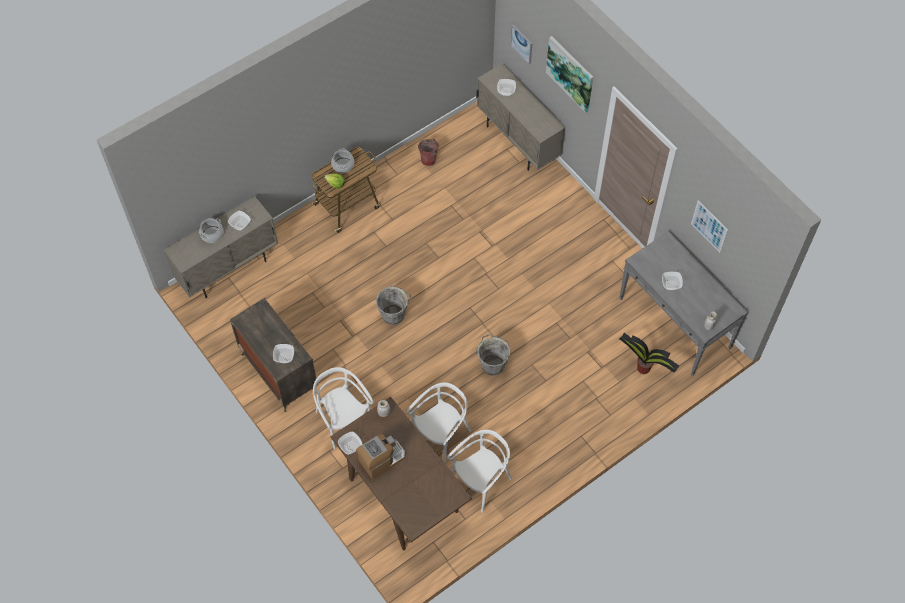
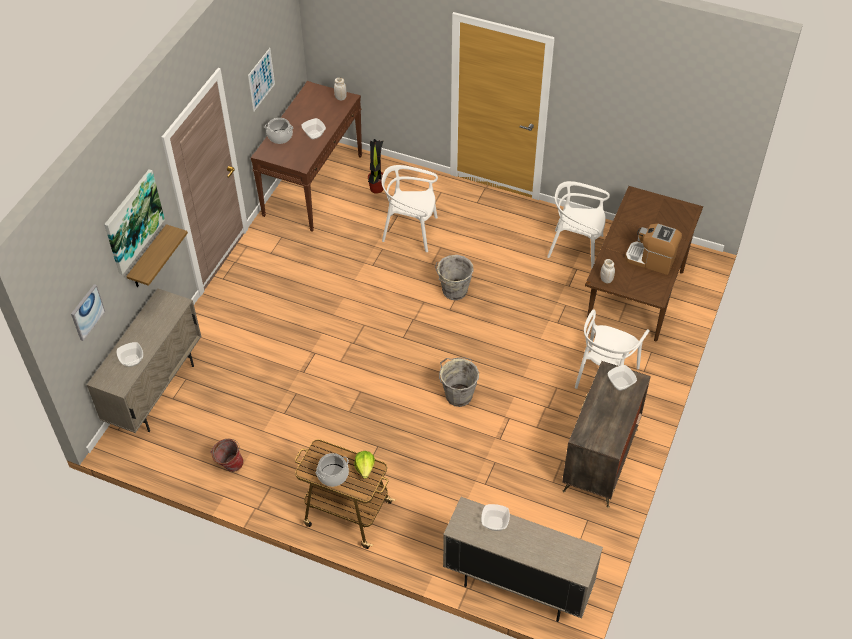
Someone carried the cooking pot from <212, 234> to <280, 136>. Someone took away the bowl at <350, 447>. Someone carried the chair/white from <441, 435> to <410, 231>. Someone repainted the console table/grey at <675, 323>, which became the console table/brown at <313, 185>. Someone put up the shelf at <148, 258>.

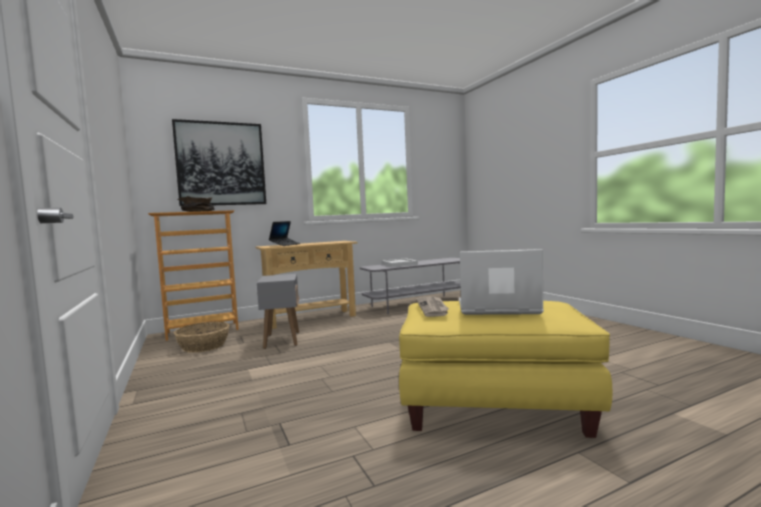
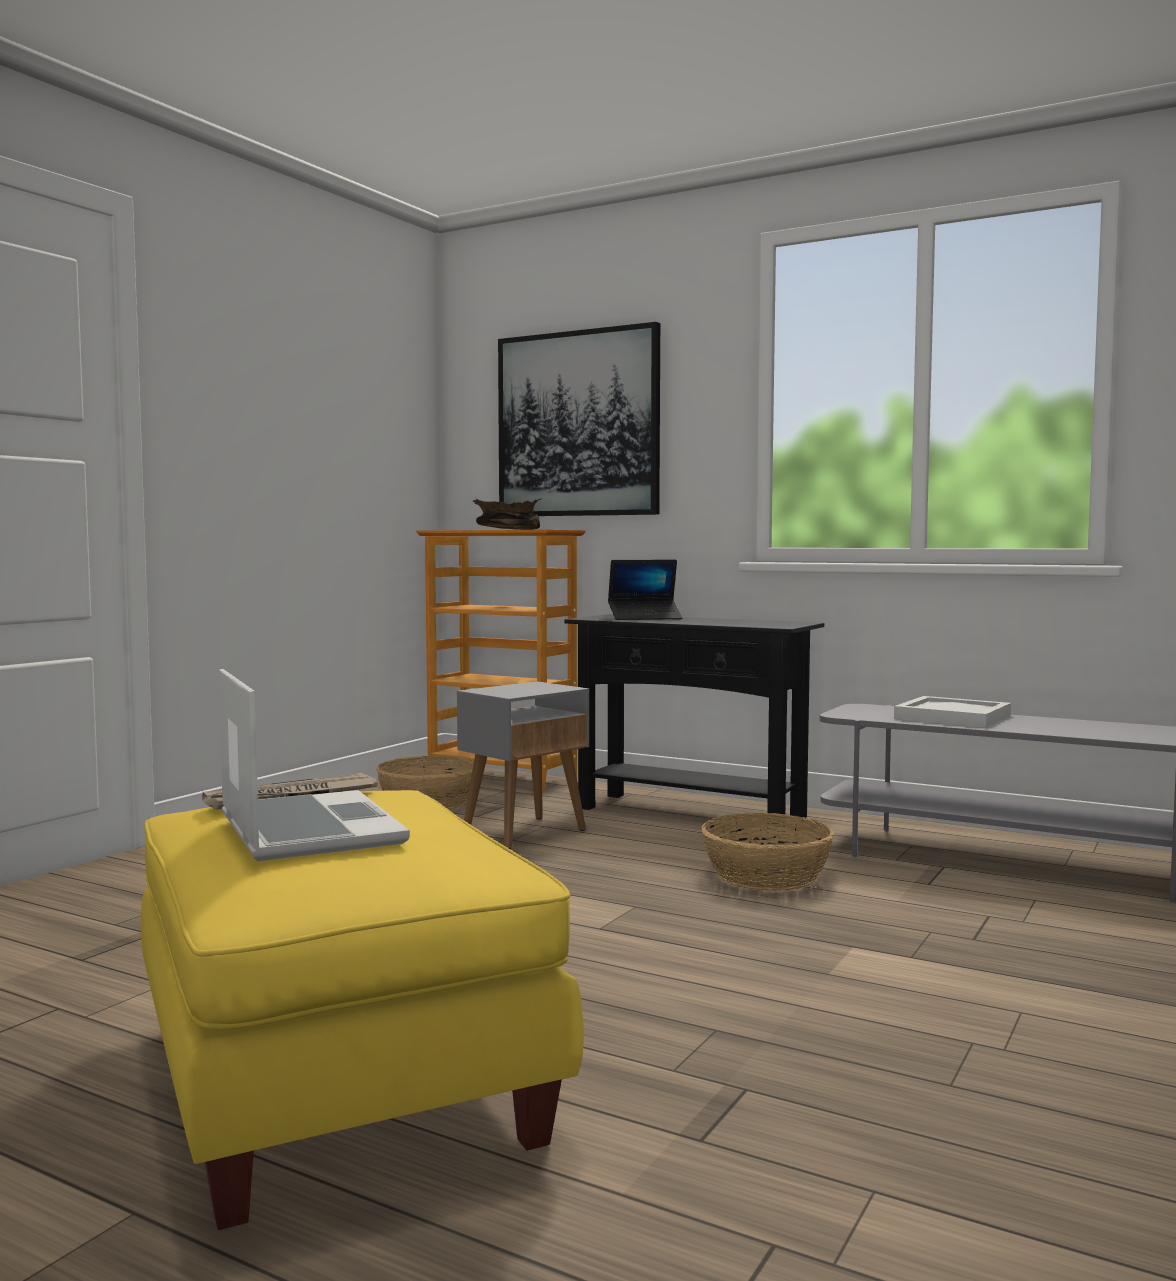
Someone repainted the console table/beige at <311, 319>, which became the console table/black at <690, 813>. Someone put down the basket at <767, 875>.

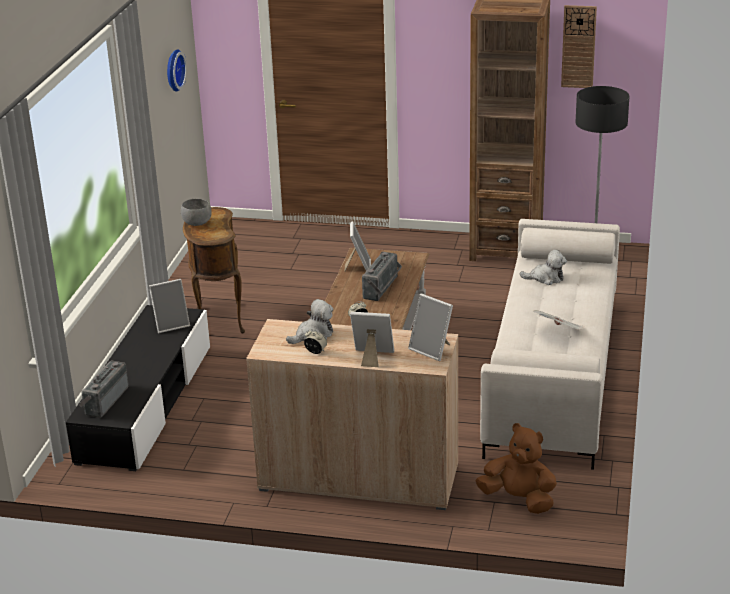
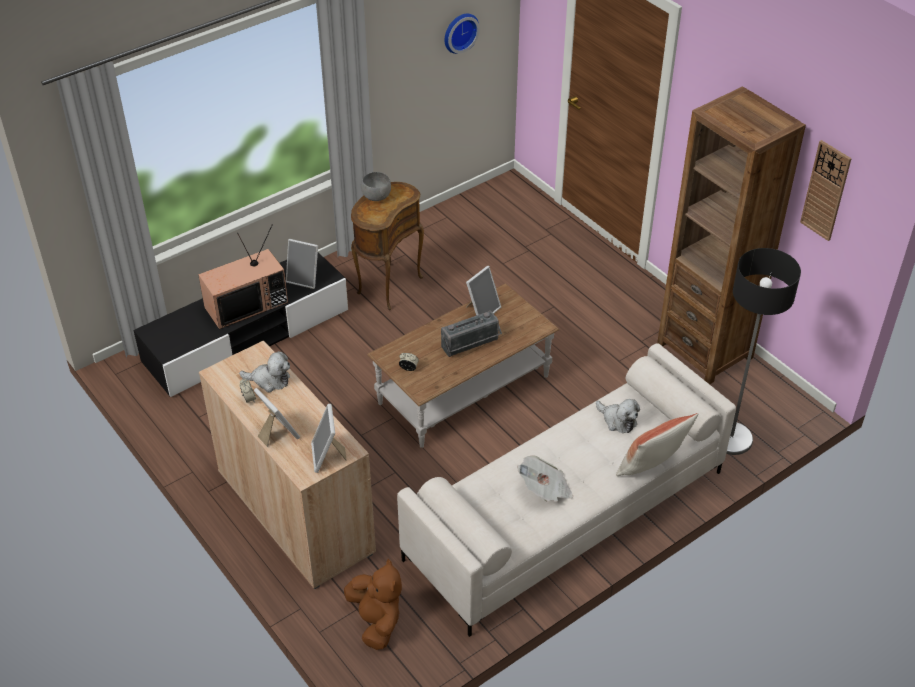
Someone took away the radio at <104, 400>. Someone put down the television at <246, 304>. Someone put down the pillow at <651, 467>.

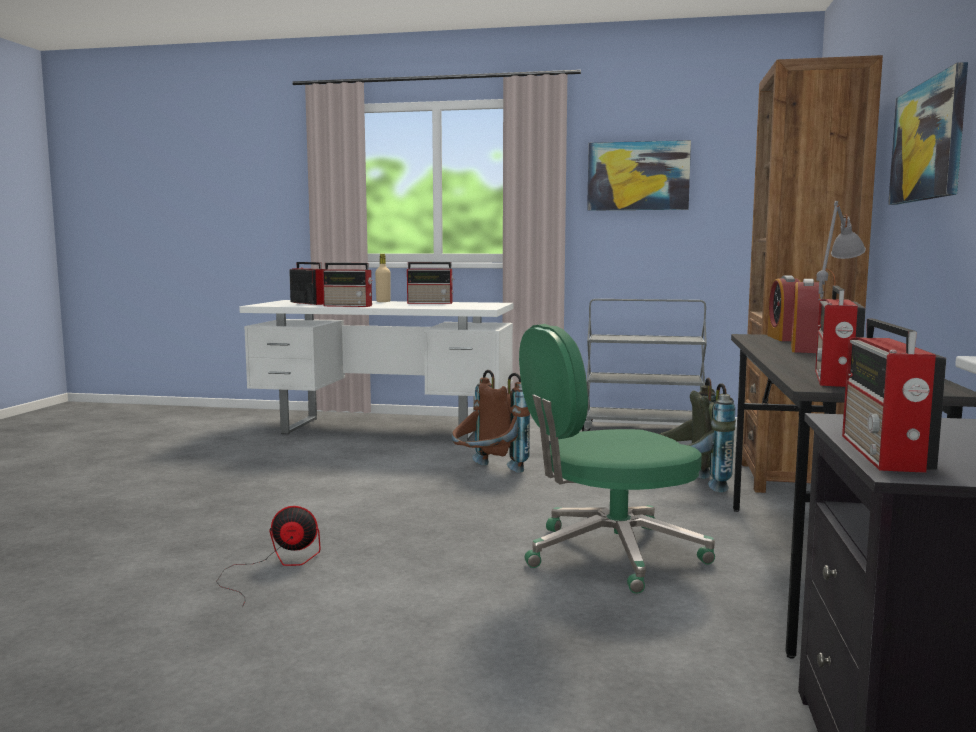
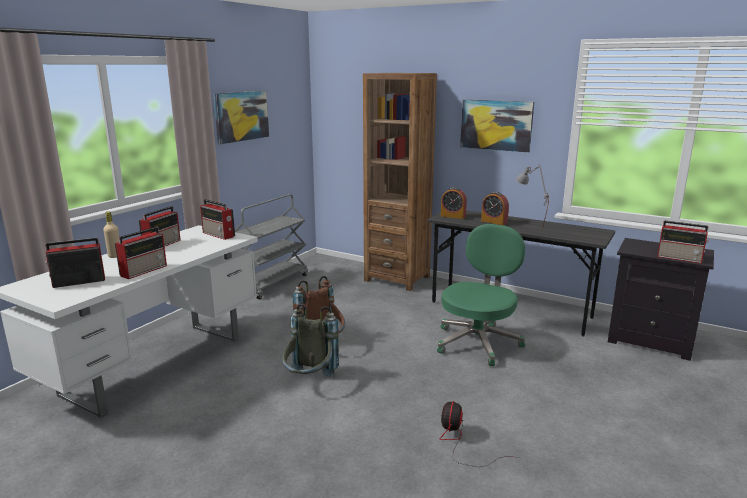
Someone rotated the office chair/green at <610, 554> by 150 degrees counterclockwise. Someone carried the backpack/grey from <687, 485> to <310, 382>. Someone carried the radio from <834, 379> to <219, 235>.

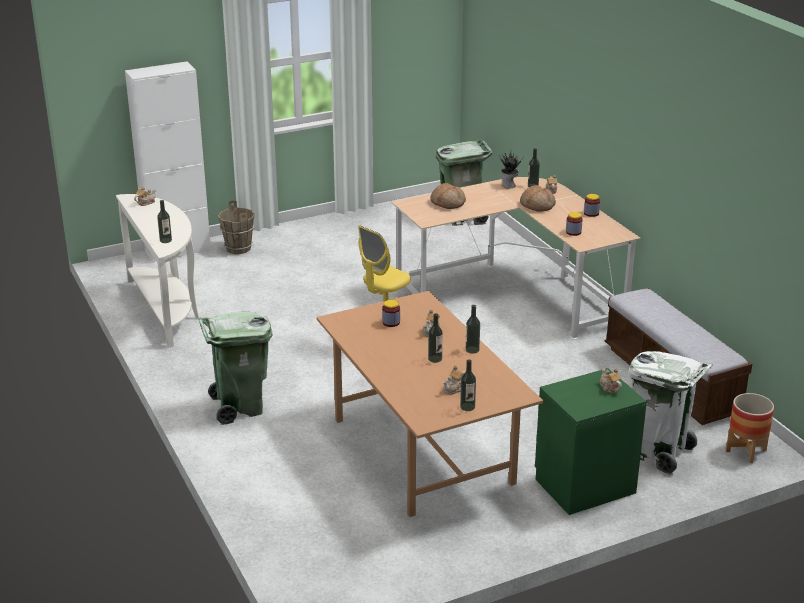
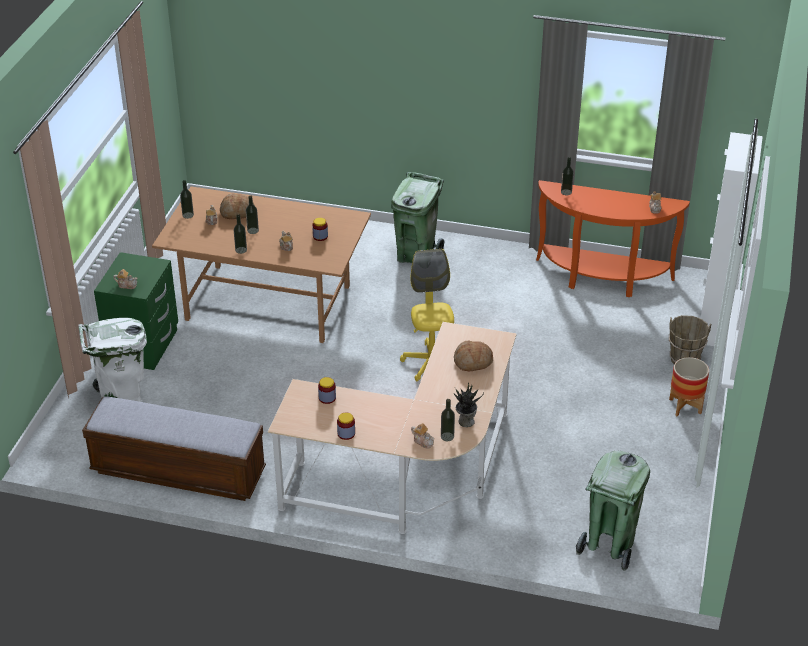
Someone repainted the console table/white at <167, 309>, which became the console table/orange at <602, 279>. Someone carried the bread from <537, 205> to <237, 212>. Someone carried the planter from <746, 451> to <685, 406>.

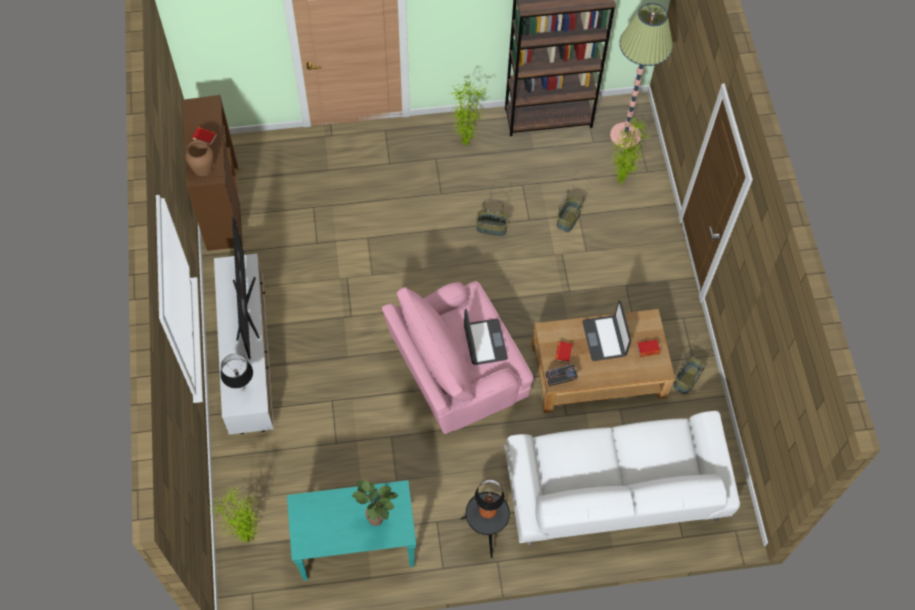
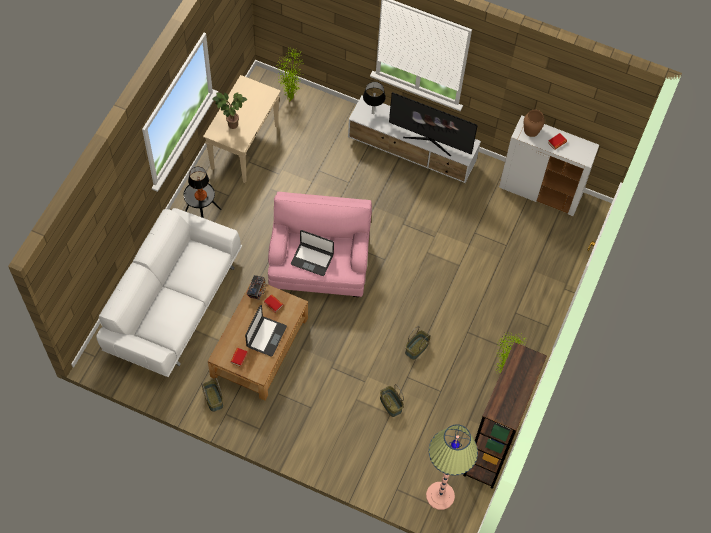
Someone repainted the cabinet/brown at <222, 207>, which became the cabinet/white at <540, 191>. Someone repainted the console table/turquoise at <355, 547>, which became the console table/beige at <245, 147>. Someone rotated the laptop at <605, 338> by 90 degrees clockwise. Someone took away the potted plant at <622, 182>.

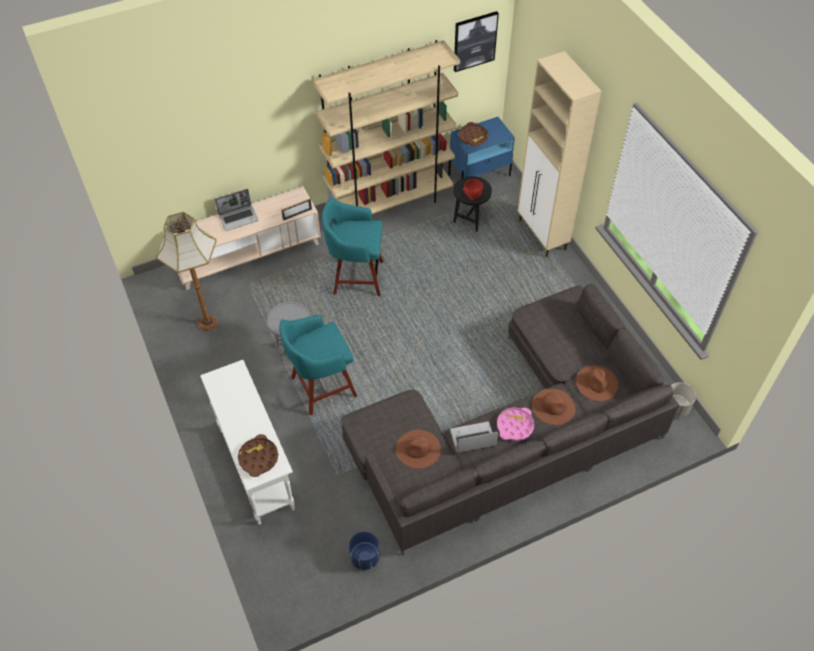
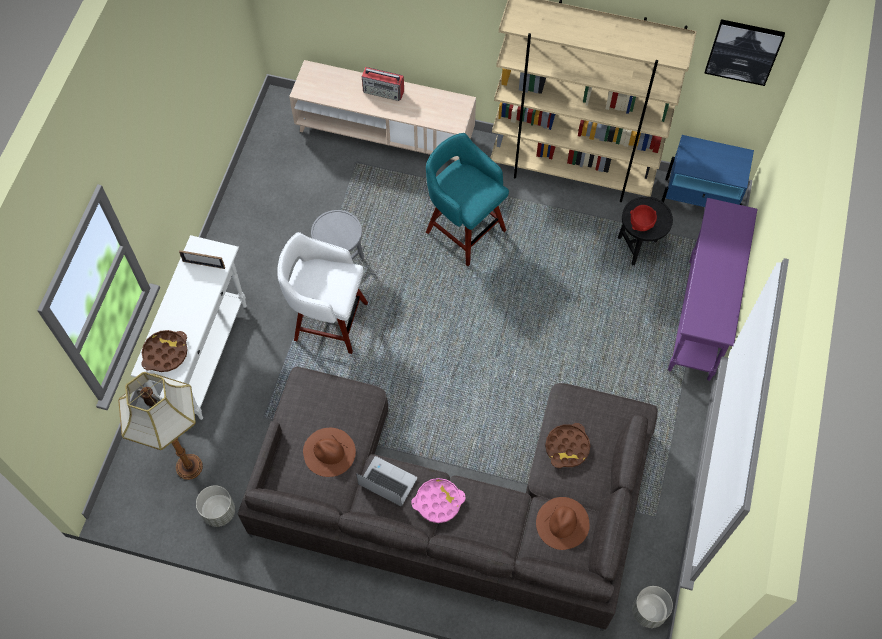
Someone carried the floor lamp from <208, 323> to <189, 468>. Someone swapped the laptop at <239, 218> for the radio at <384, 91>. Someone repainted the stool/turquoise at <321, 387>, which became the stool/white at <328, 320>. Someone carried the picture frame from <297, 214> to <204, 264>. Someone repainted the planter/blue at <364, 557>, which became the planter/grey at <218, 512>. Someone carried the tray/brown from <473, 137> to <567, 447>. Someone swapped the cabinet/beige at <542, 235> for the console table/purple at <699, 319>. Someone took away the hat/brown at <553, 406>.

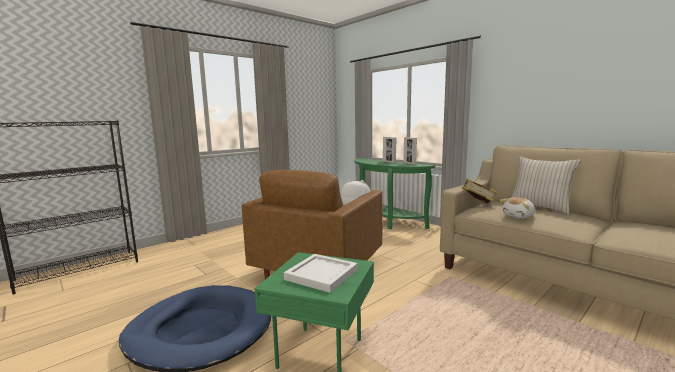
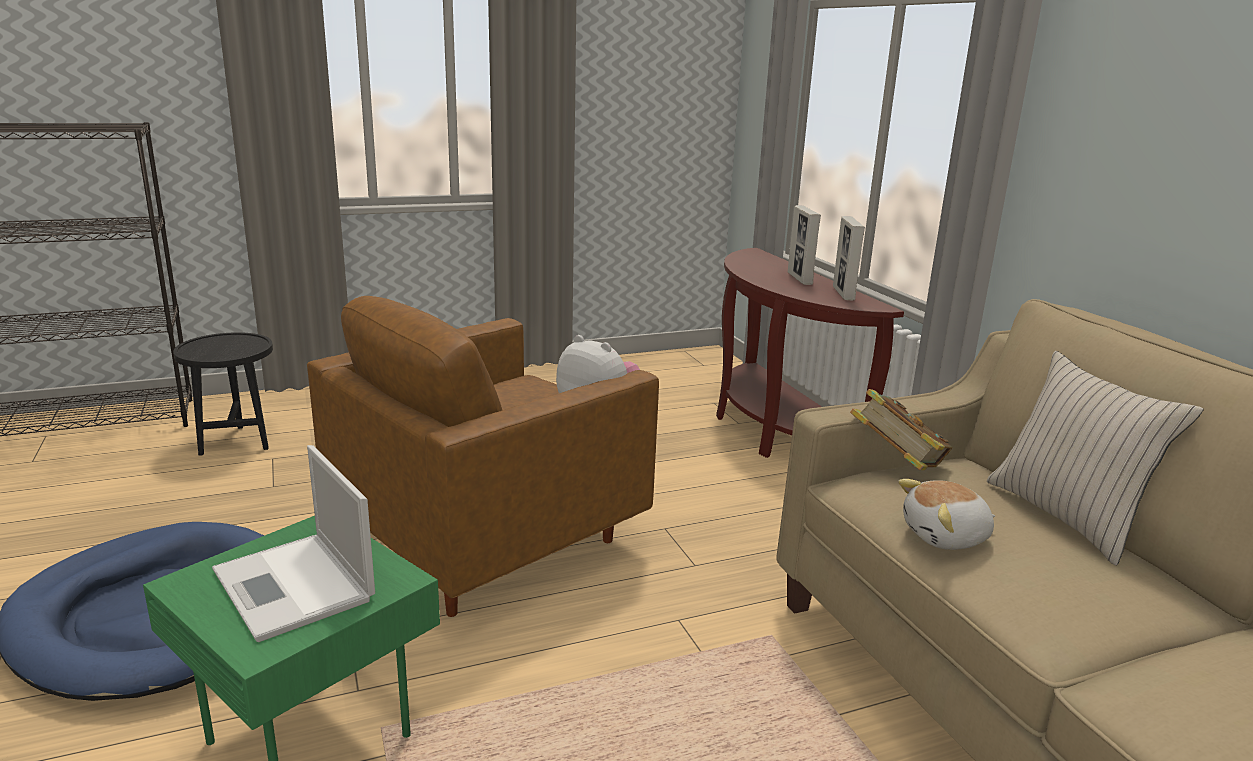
Someone swapped the tray/white at <323, 274> for the laptop at <295, 587>. Someone repainted the console table/green at <385, 221>, which became the console table/brown at <774, 430>. Someone put down the side table/black at <237, 440>.

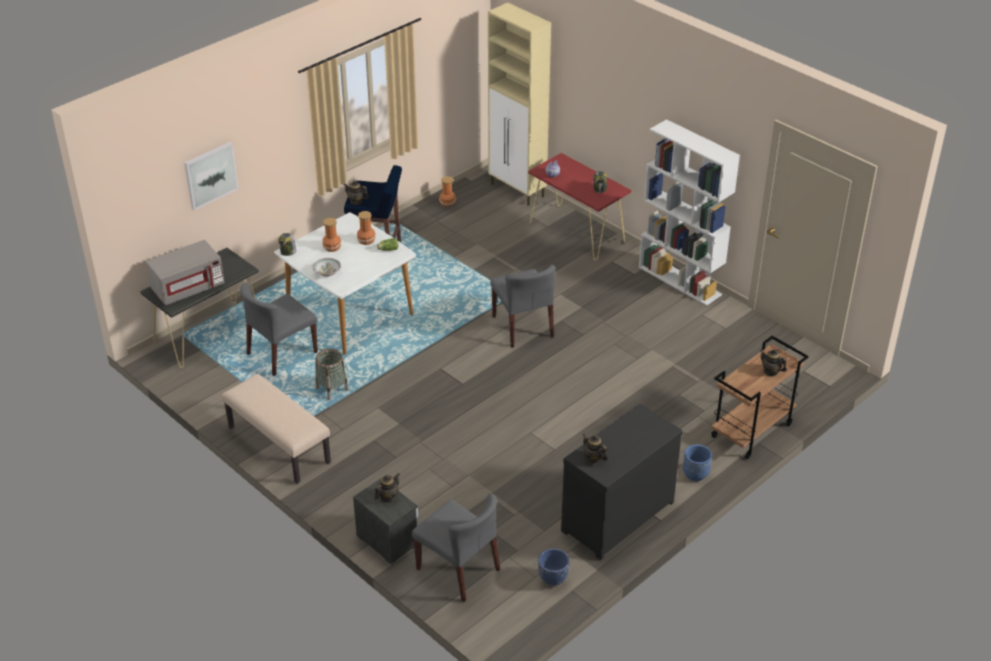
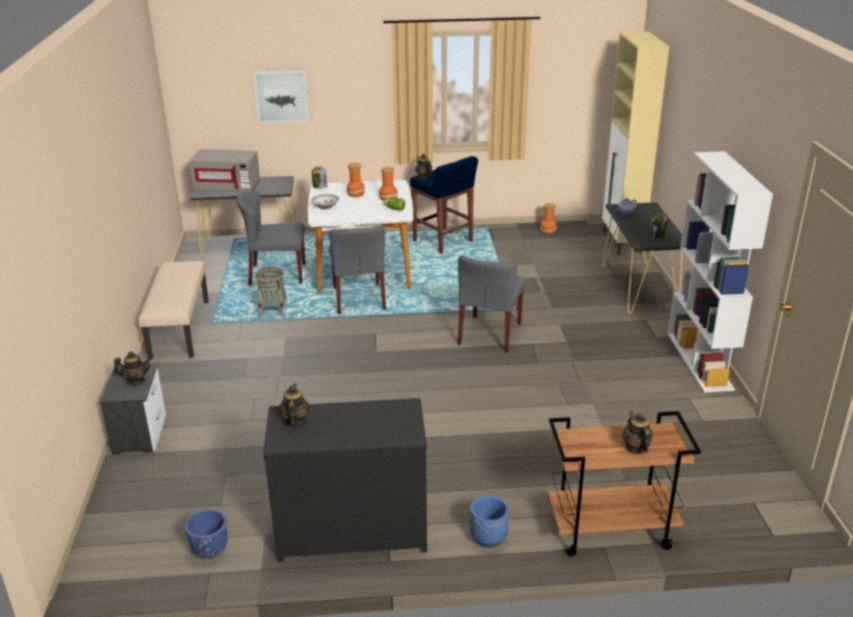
Someone carried the chair/grey from <458, 569> to <359, 299>. Someone repainted the console table/red at <577, 232>, which became the console table/black at <638, 288>.

